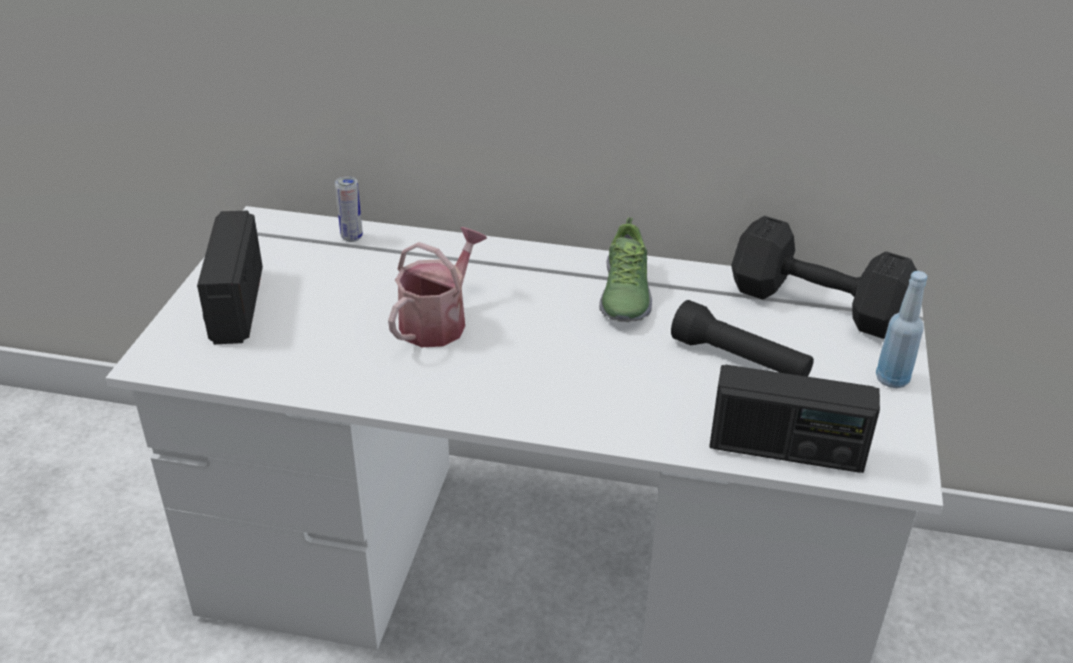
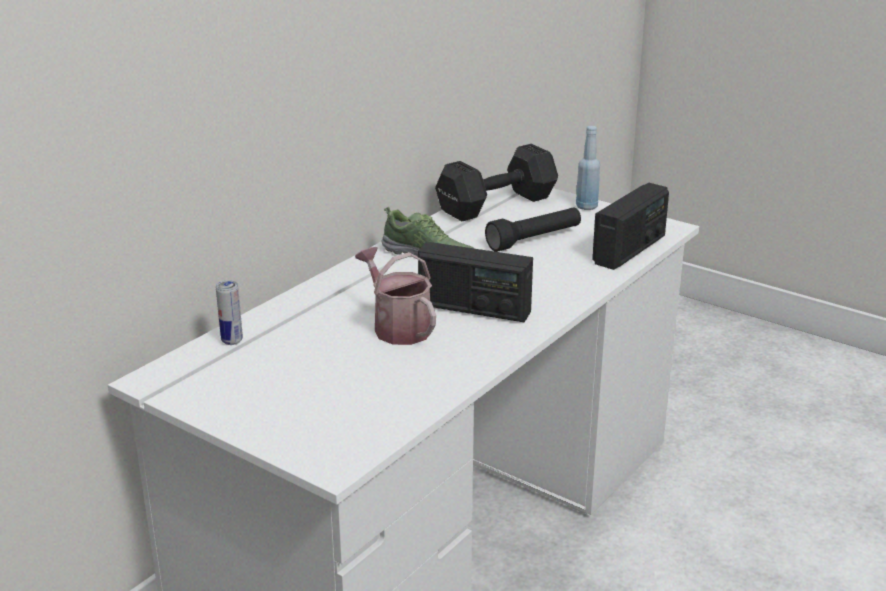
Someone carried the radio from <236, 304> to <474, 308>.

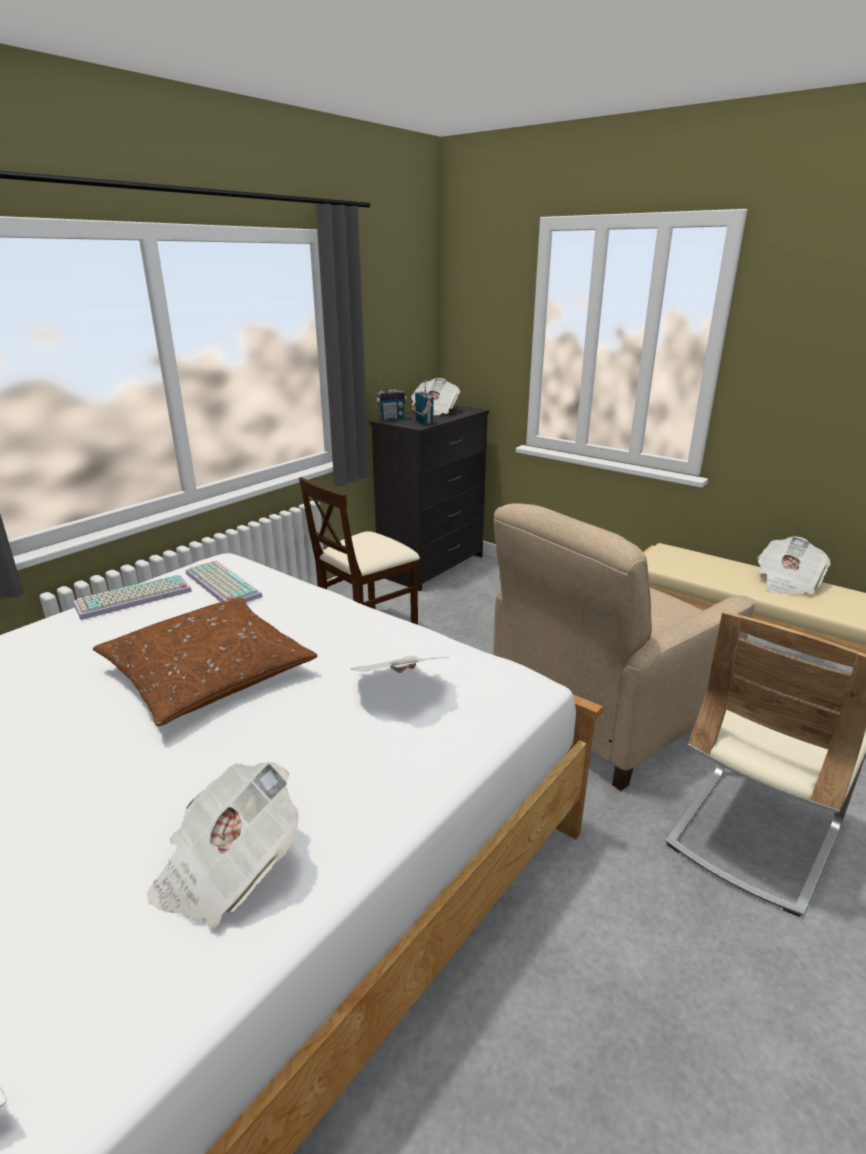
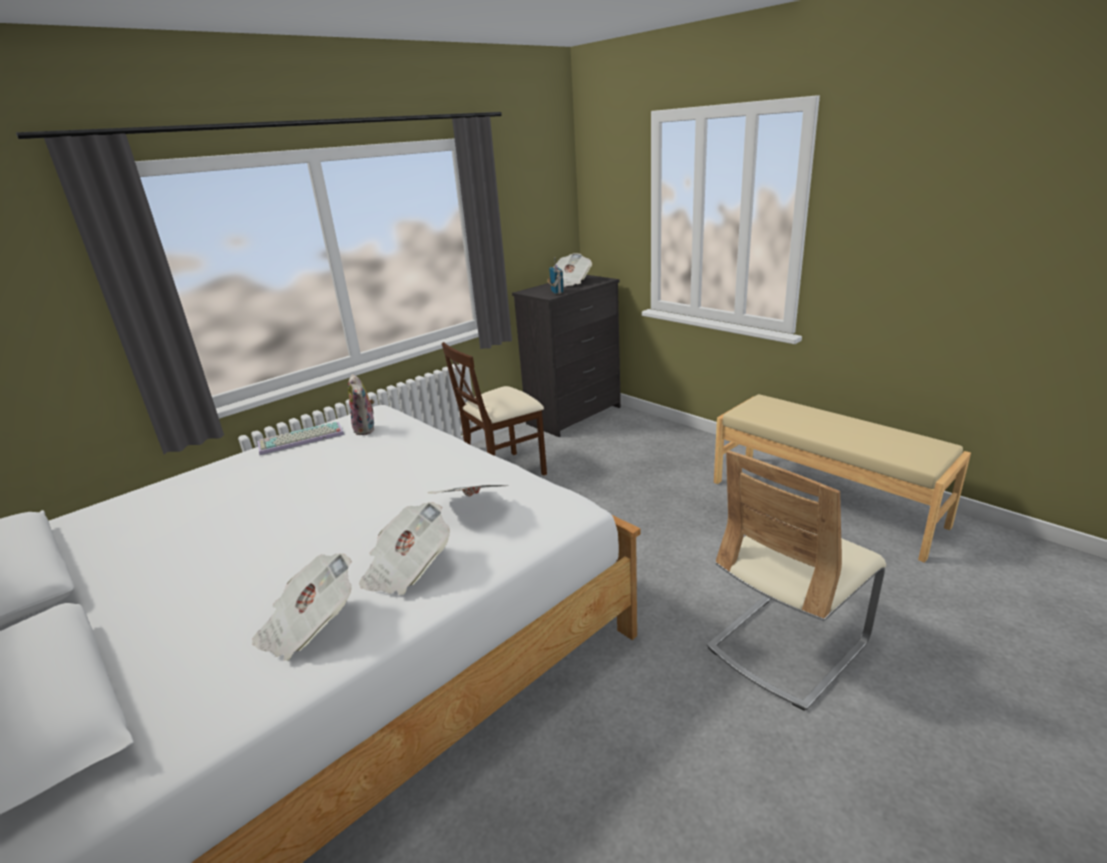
Someone took away the pillow/brown at <209, 673>. Someone swapped the keyboard at <220, 584> for the plush toy at <366, 429>. Someone took away the radio at <391, 419>. Someone took away the armchair/beige at <602, 712>. Someone carried the newspaper from <787, 583> to <407, 569>.

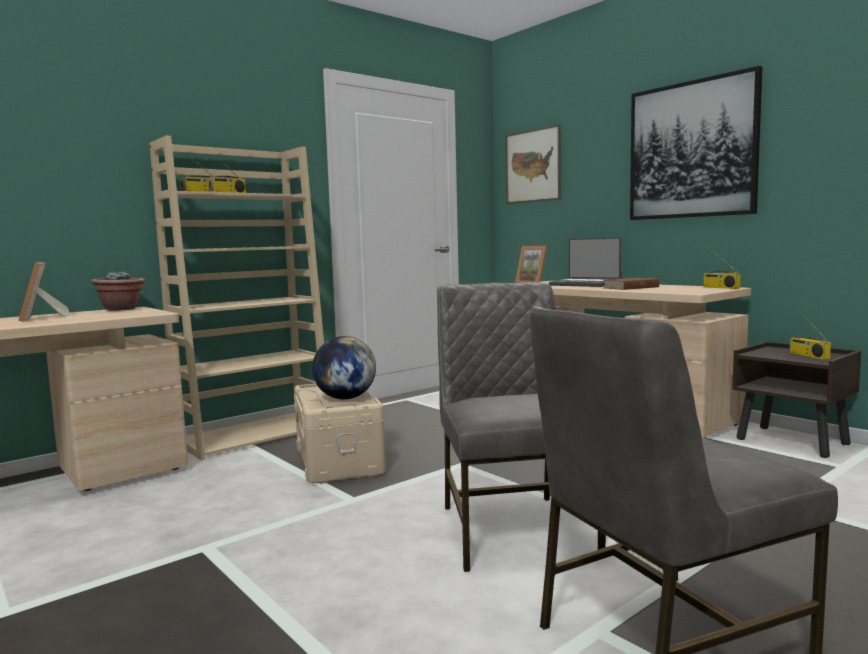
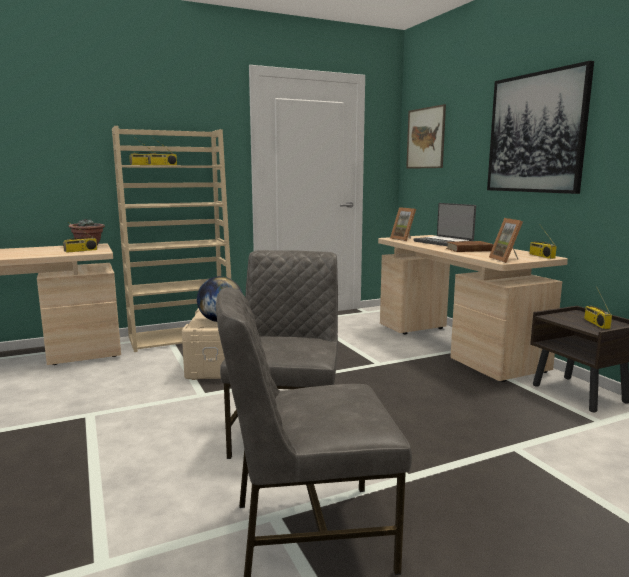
Someone carried the picture frame from <42, 318> to <507, 260>. Someone put down the radio at <80, 251>.

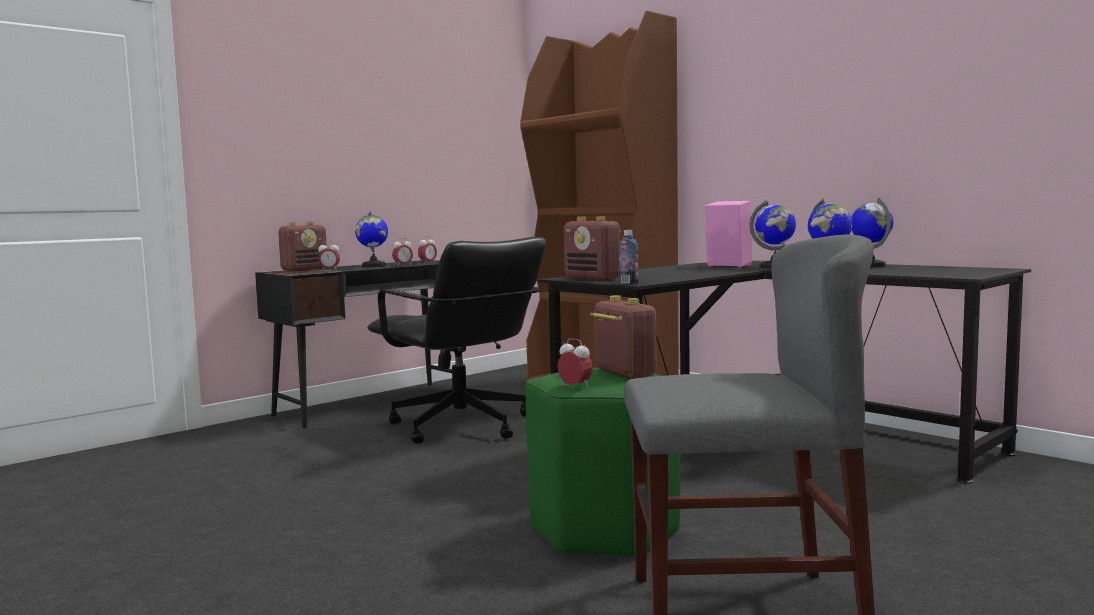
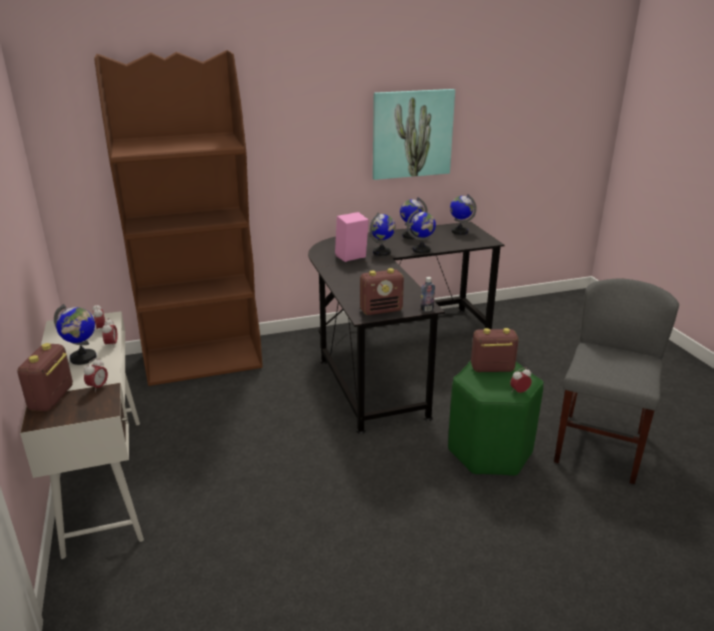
Someone repainted the desk/black at <374, 404>, which became the desk/white at <105, 481>. Someone rotated the radio at <305, 269> by 150 degrees counterclockwise. Someone took away the office chair/black at <461, 426>. Someone put up the picture at <412, 134>. Someone put down the globe at <459, 231>.

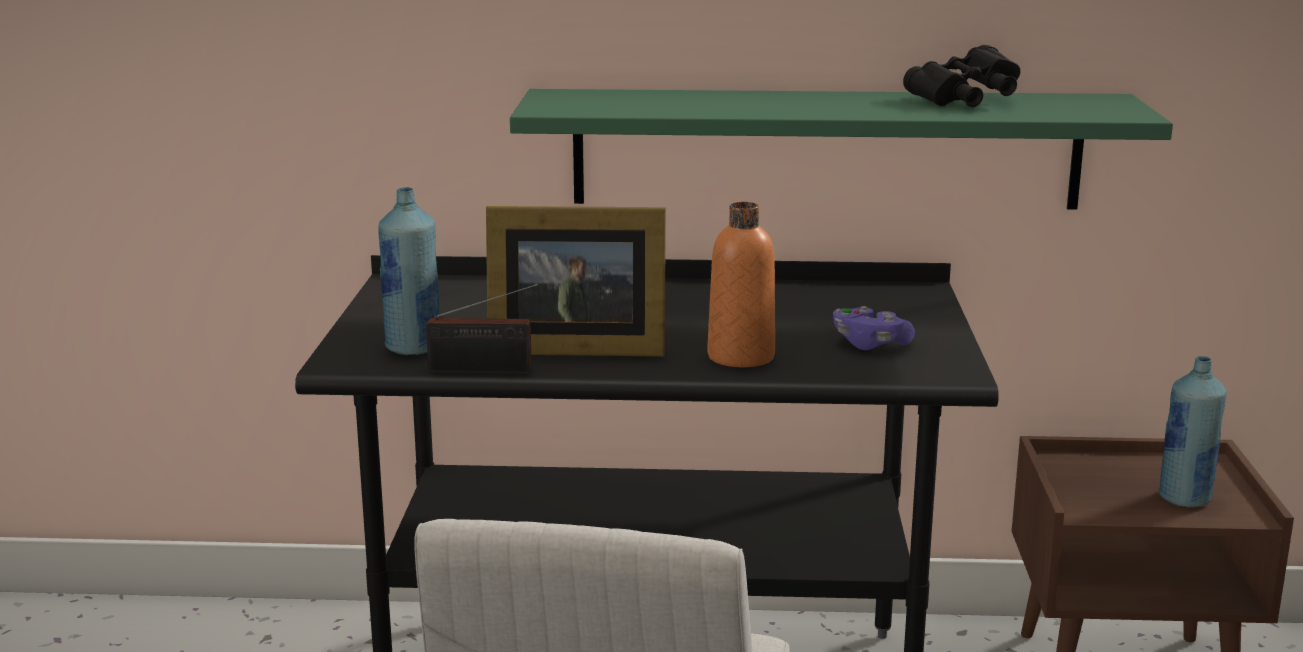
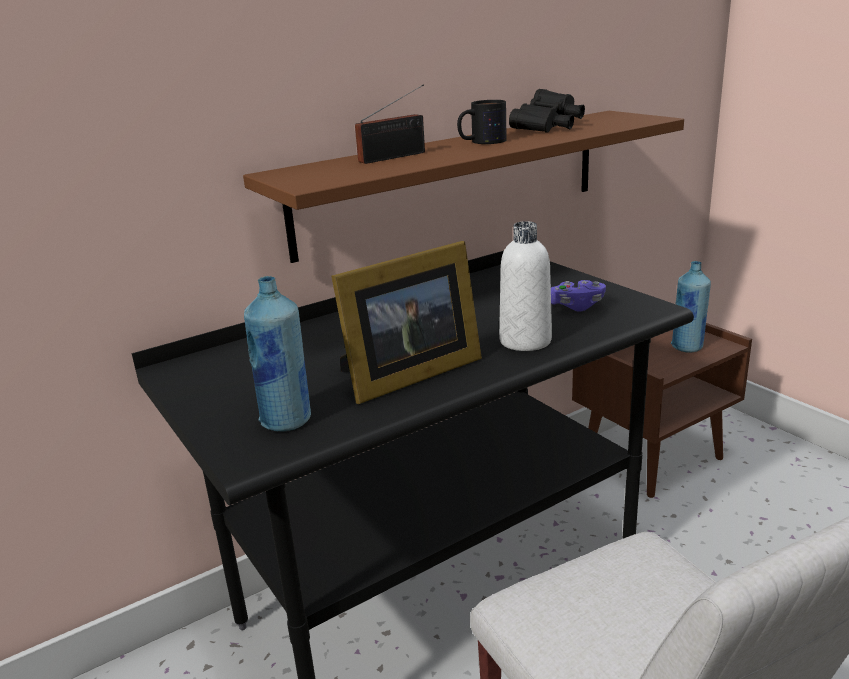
Someone carried the radio from <486, 371> to <396, 156>. Someone repainted the shelf/green at <825, 149>, which became the shelf/brown at <453, 181>. Someone repainted the bottle/orange at <741, 357>, which became the bottle/white at <525, 341>. Someone put down the mug at <481, 142>.

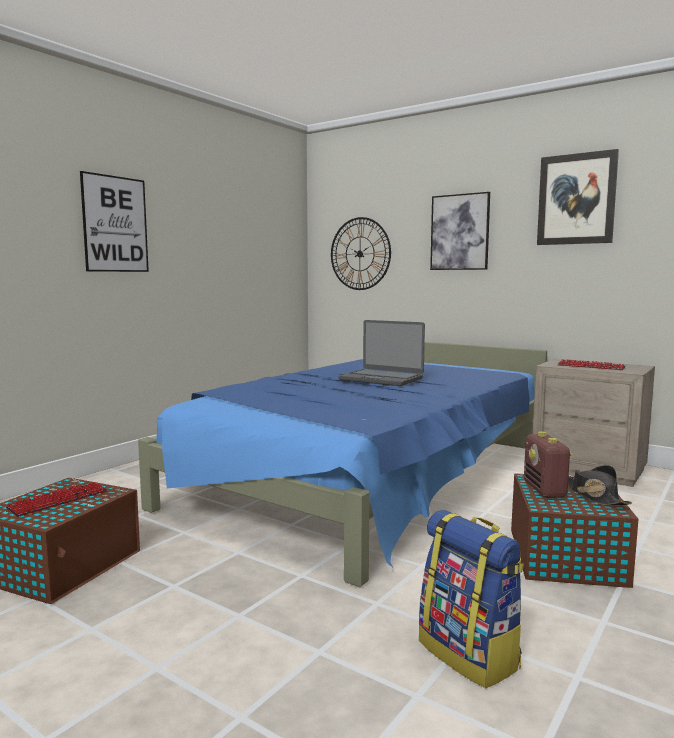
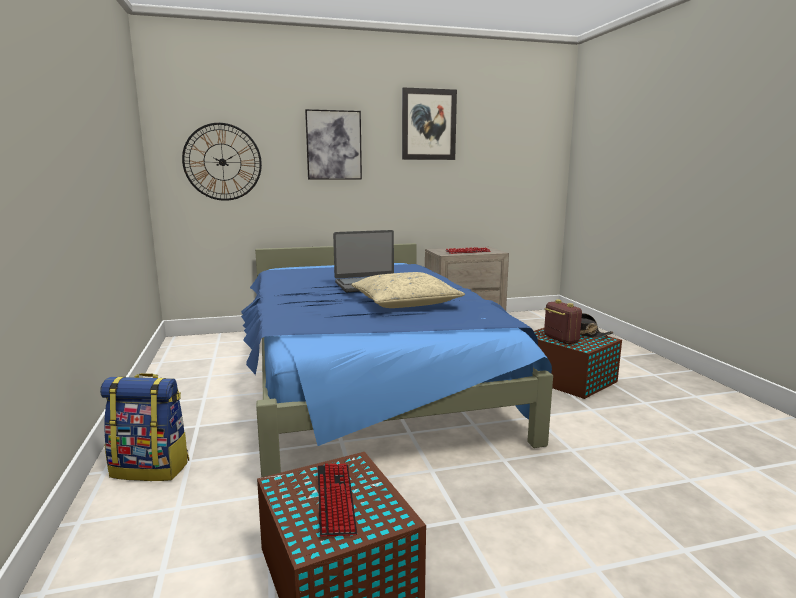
Someone took away the picture at <115, 224>. Someone carried the backpack from <470, 654> to <151, 468>. Someone rotated the radio at <545, 490> by 150 degrees counterclockwise. Someone put down the pillow/beige at <404, 303>.

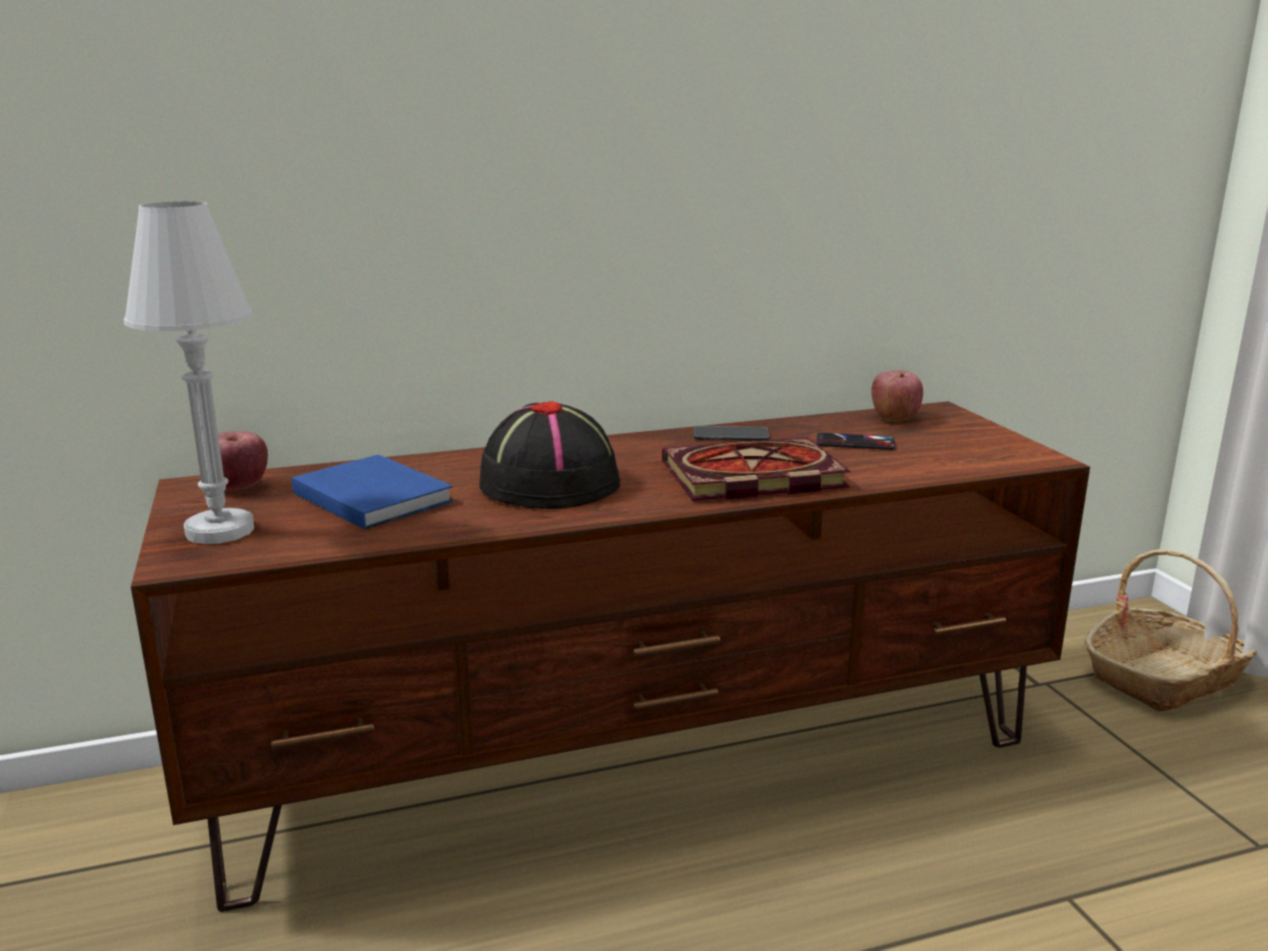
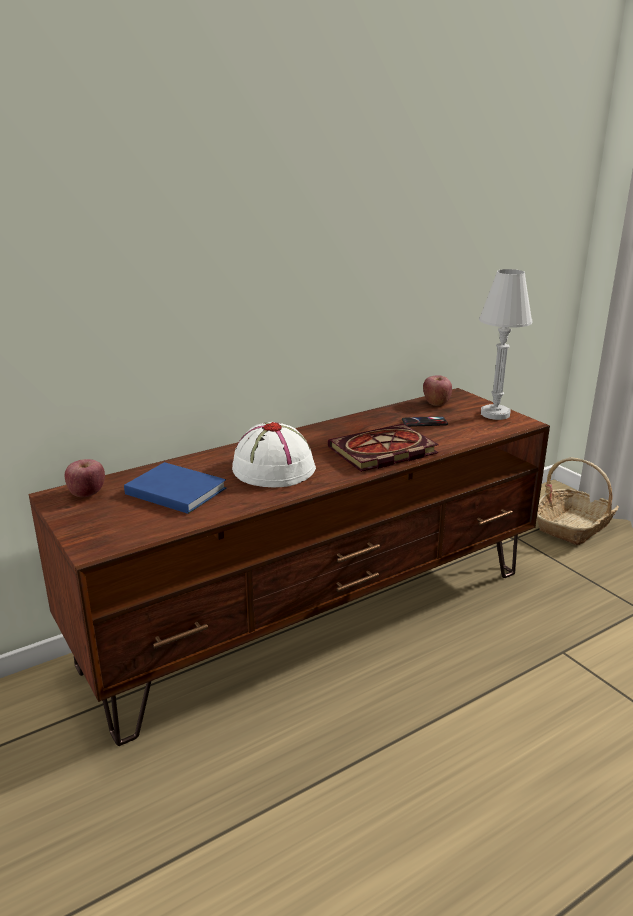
Someone carried the table lamp/white from <219, 531> to <495, 414>. Someone repainted the hat/black at <549, 483>, which became the hat/white at <272, 469>. Someone took away the phone at <731, 435>.

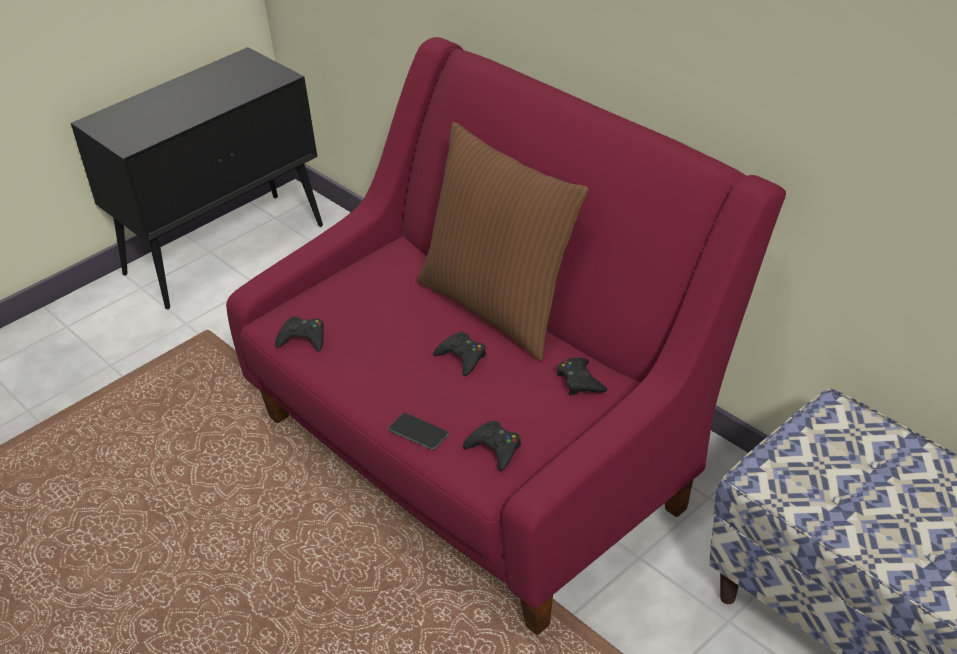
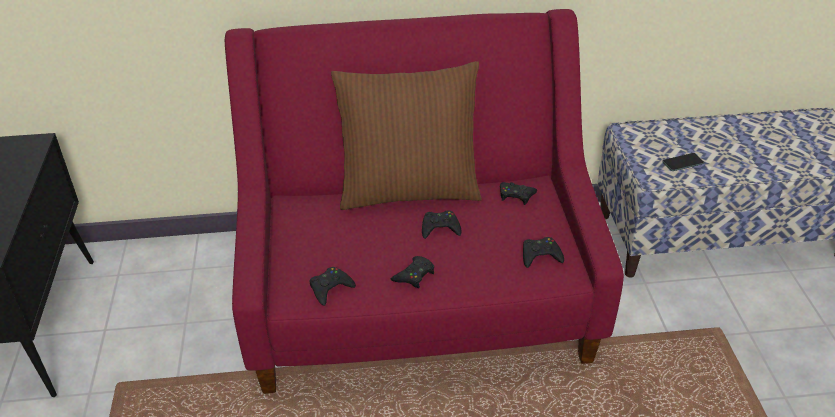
Someone carried the phone from <418, 432> to <683, 162>. Someone put down the game controller/black at <414, 275>.

